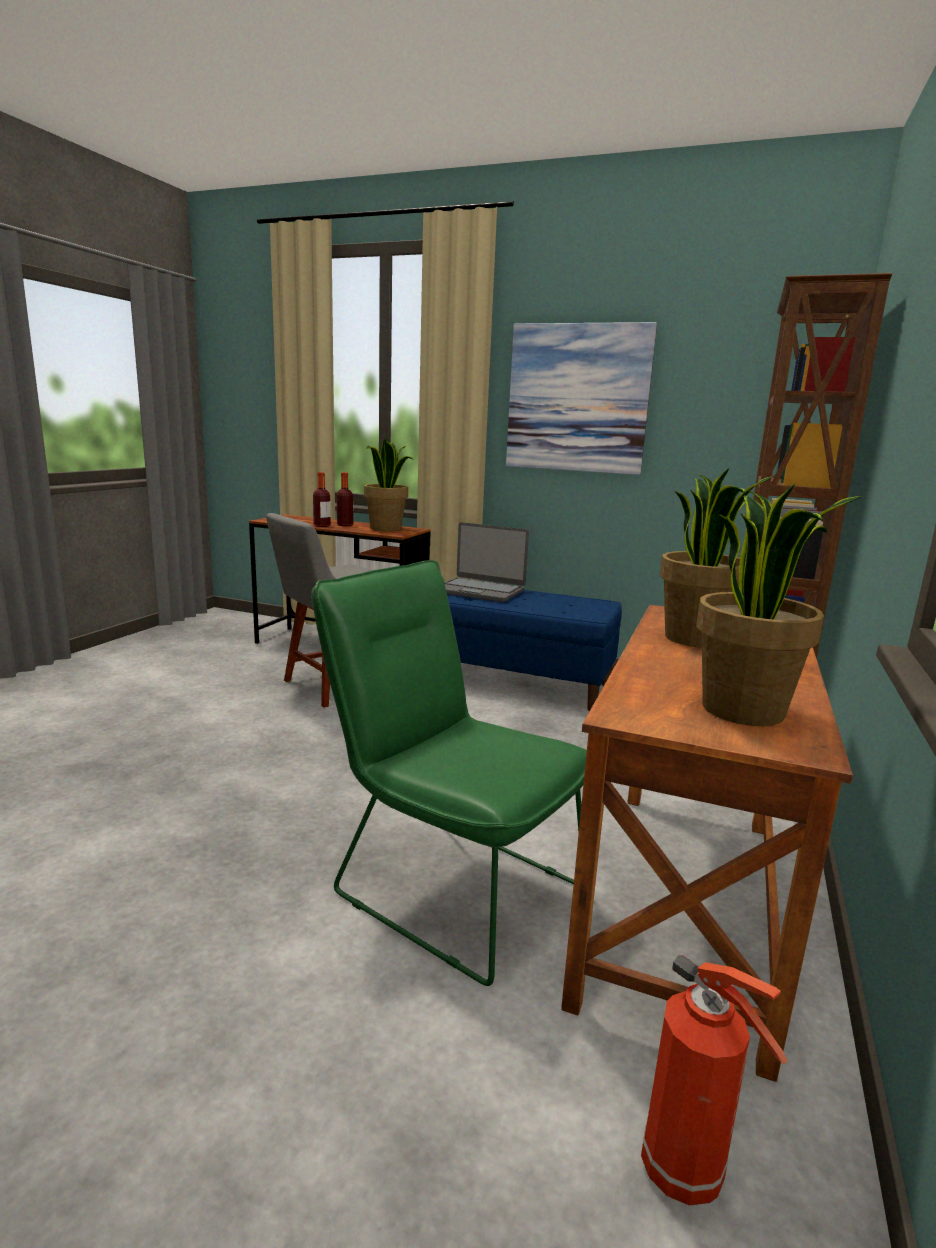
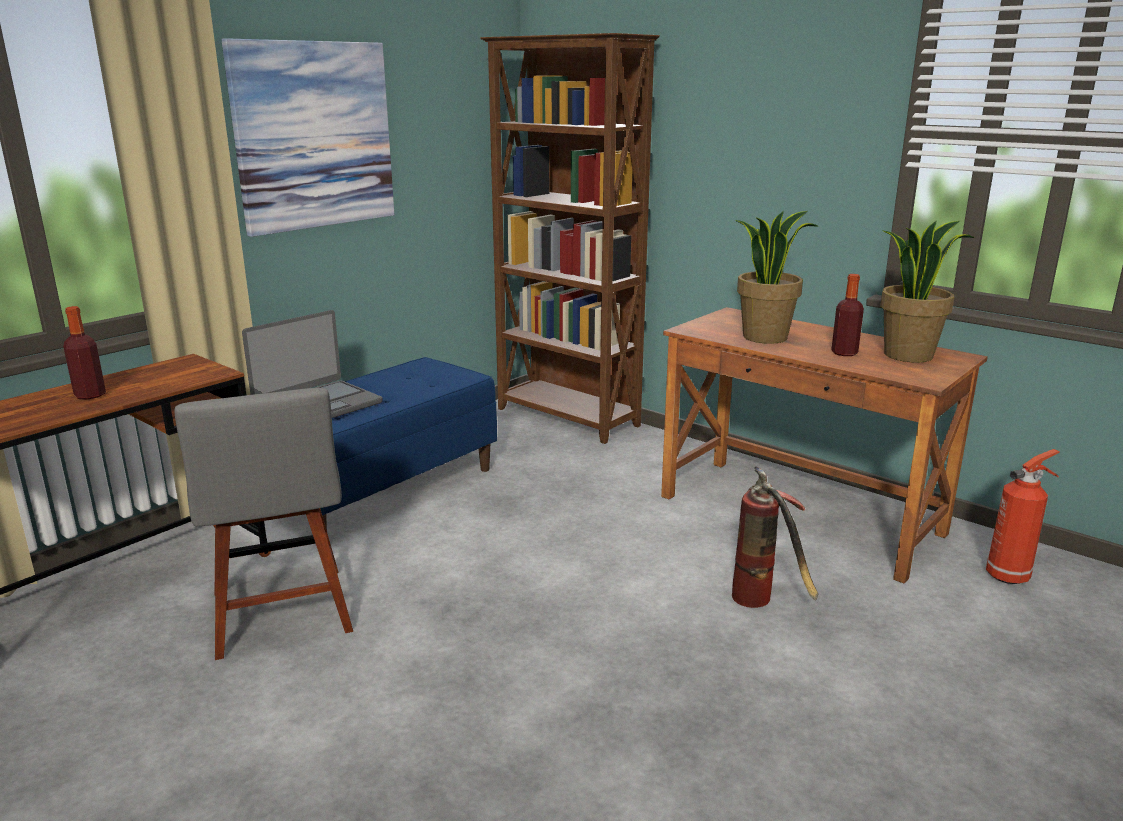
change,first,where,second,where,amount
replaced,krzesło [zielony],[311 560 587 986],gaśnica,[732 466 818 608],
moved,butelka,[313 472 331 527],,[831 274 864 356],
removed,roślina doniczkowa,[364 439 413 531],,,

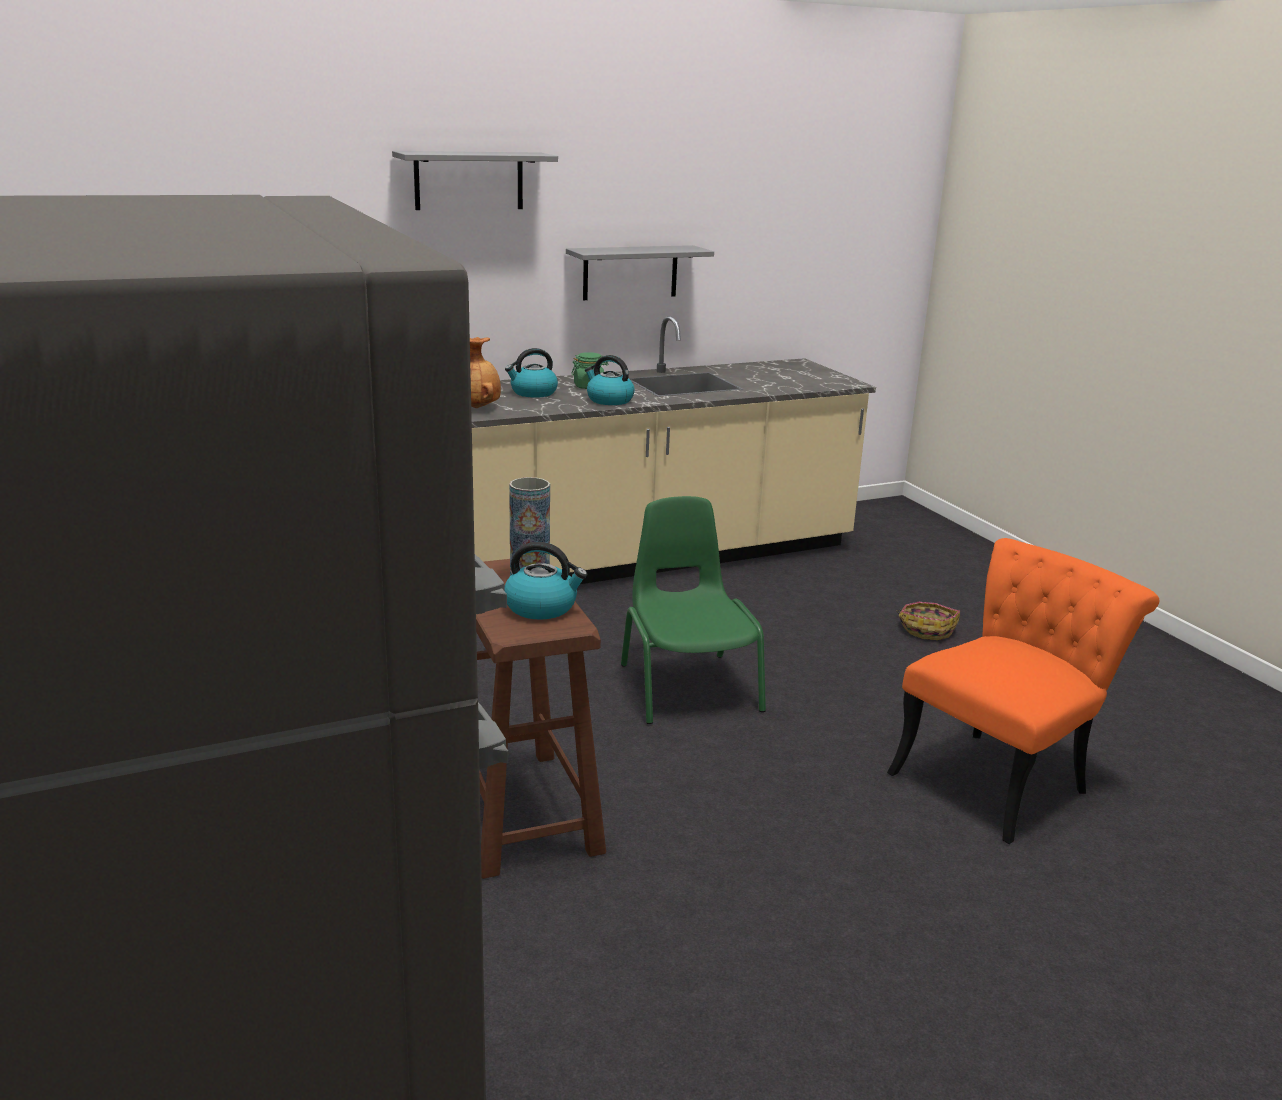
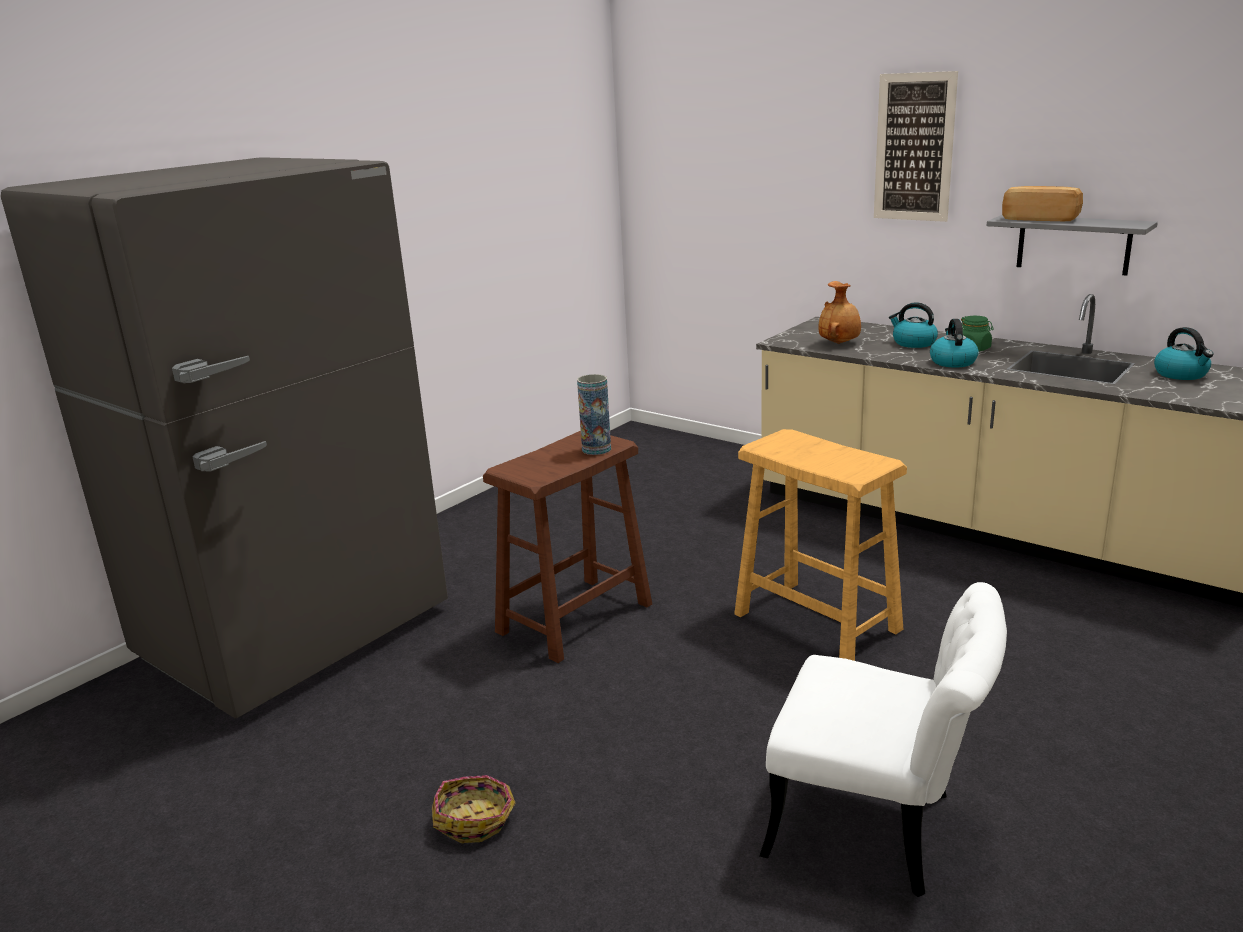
change,first,where,second,where,amount
moved,koszyk,[896 602 960 640],,[432 775 515 843],
replaced,krzesło [zielony],[621 496 766 724],stołek [beżowy],[734 429 907 661],
recoloured,krzesło [pomarańczowy],[887 538 1160 844],krzesło [biały],[760 582 1007 897],
replaced,półka [szary],[392 151 558 210],obraz,[874 71 958 222],
added,,,chleb,[1002 186 1083 221],
moved,czajnik,[505 542 587 620],,[1154 327 1214 380],

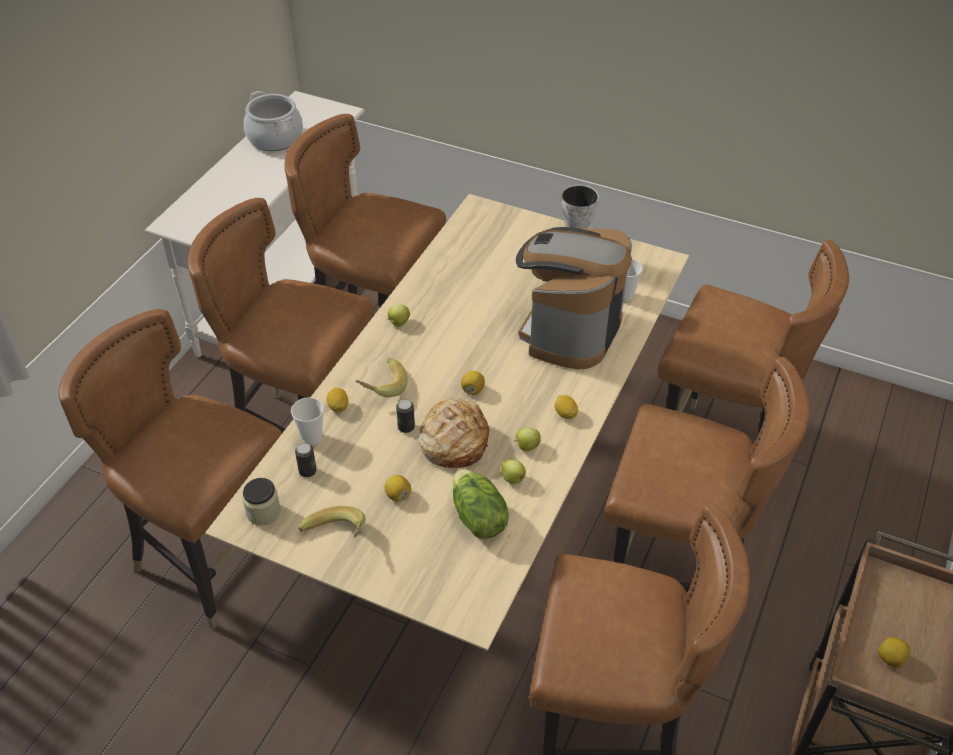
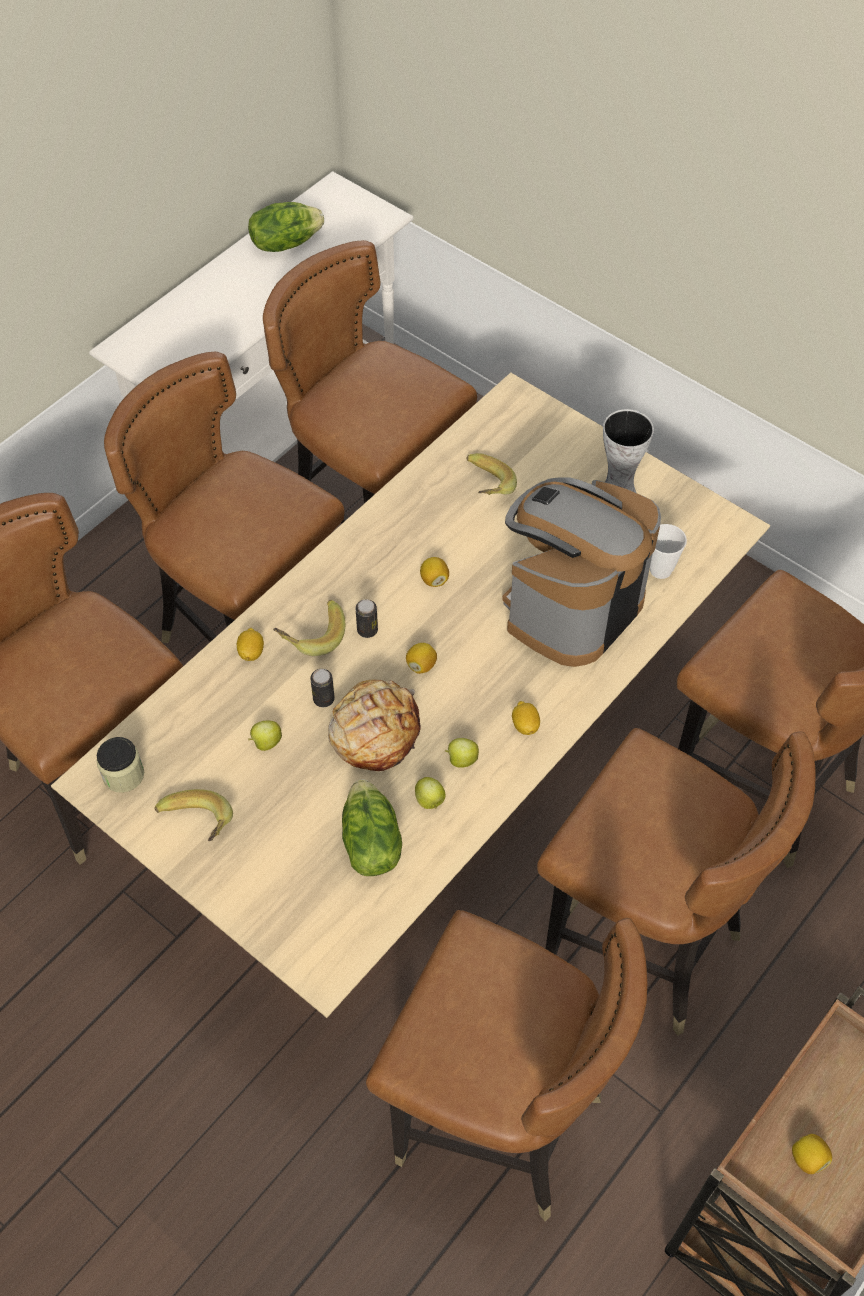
change,first,where,second,where,amount
replaced,garnek,[244 91 303 151],sałata,[248 202 324 252],
moved,jabłko,[388 305 410 326],,[248 721 282 751],
moved,puszka,[295 443 317 477],,[355 599 378 638],
moved,cytryna,[385 475 411 501],,[420 557 449 587],
added,,,banan,[466 453 517 495],
removed,filiżanka,[291 397 324 445],,,

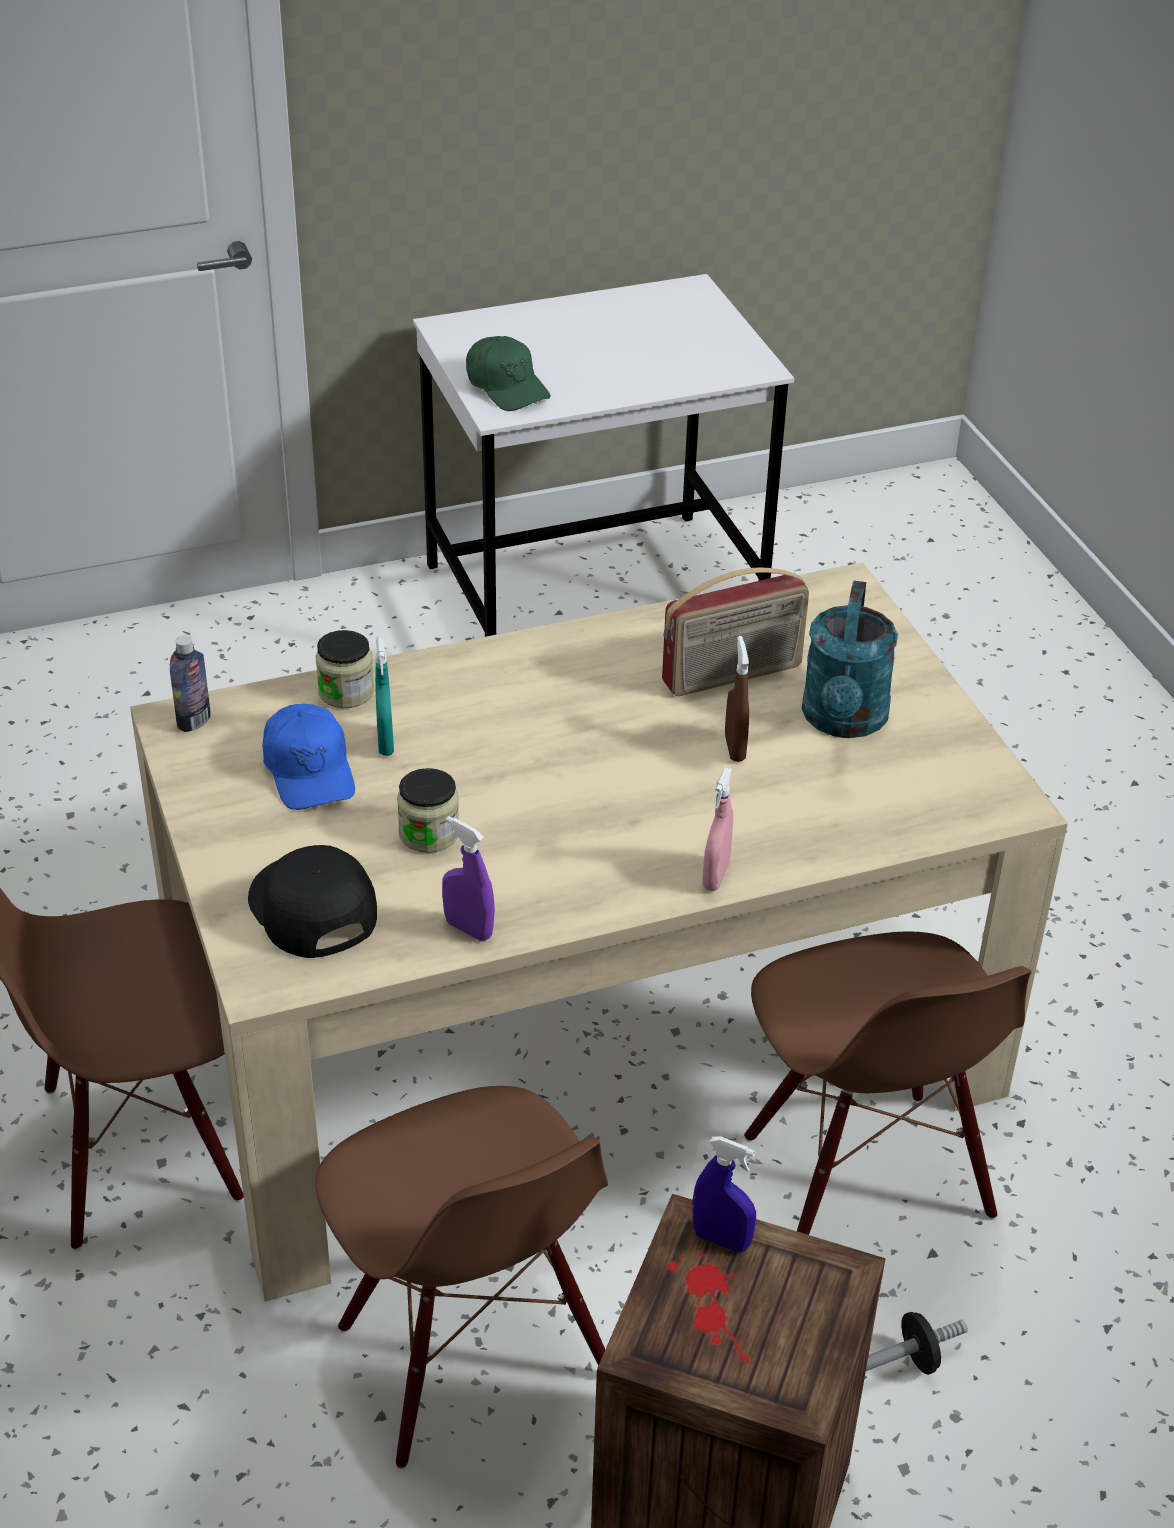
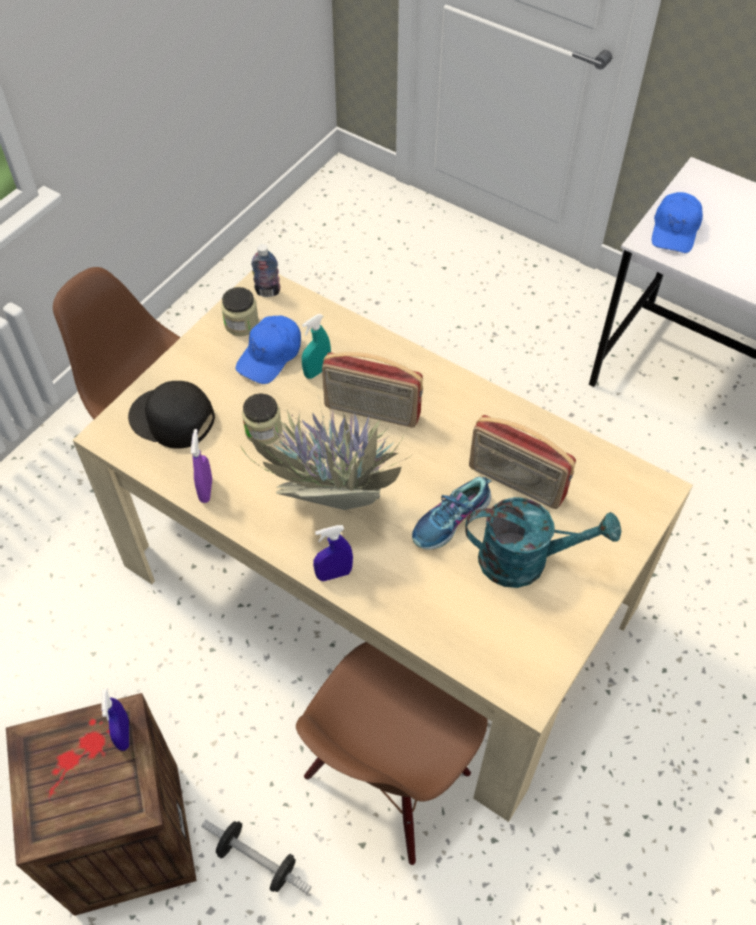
change,first,where,second,where,amount
turned,czapka z daszkiem [czarny],[248 845 377 958],,[128 381 215 449],90 degrees counterclockwise
moved,słoik,[316 630 374 708],,[221 287 259 336],
added,,,roślina doniczkowa,[241 395 412 510],
recoloured,spryskiwacz [różowy],[703 767 733 891],spryskiwacz [niebieski],[313 525 353 581],
added,,,radio,[322 352 423 428],
replaced,spryskiwacz [brązowy],[725 636 749 762],but,[412 477 491 550],
turned,konewka [turkusowy],[802 581 898 738],,[465 497 621 588],150 degrees counterclockwise
recoloured,czapka z daszkiem [zielony],[466 336 551 411],czapka z daszkiem [niebieski],[652 192 703 253],
removed,krzesło [brązowy],[315 1086 608 1469],,,

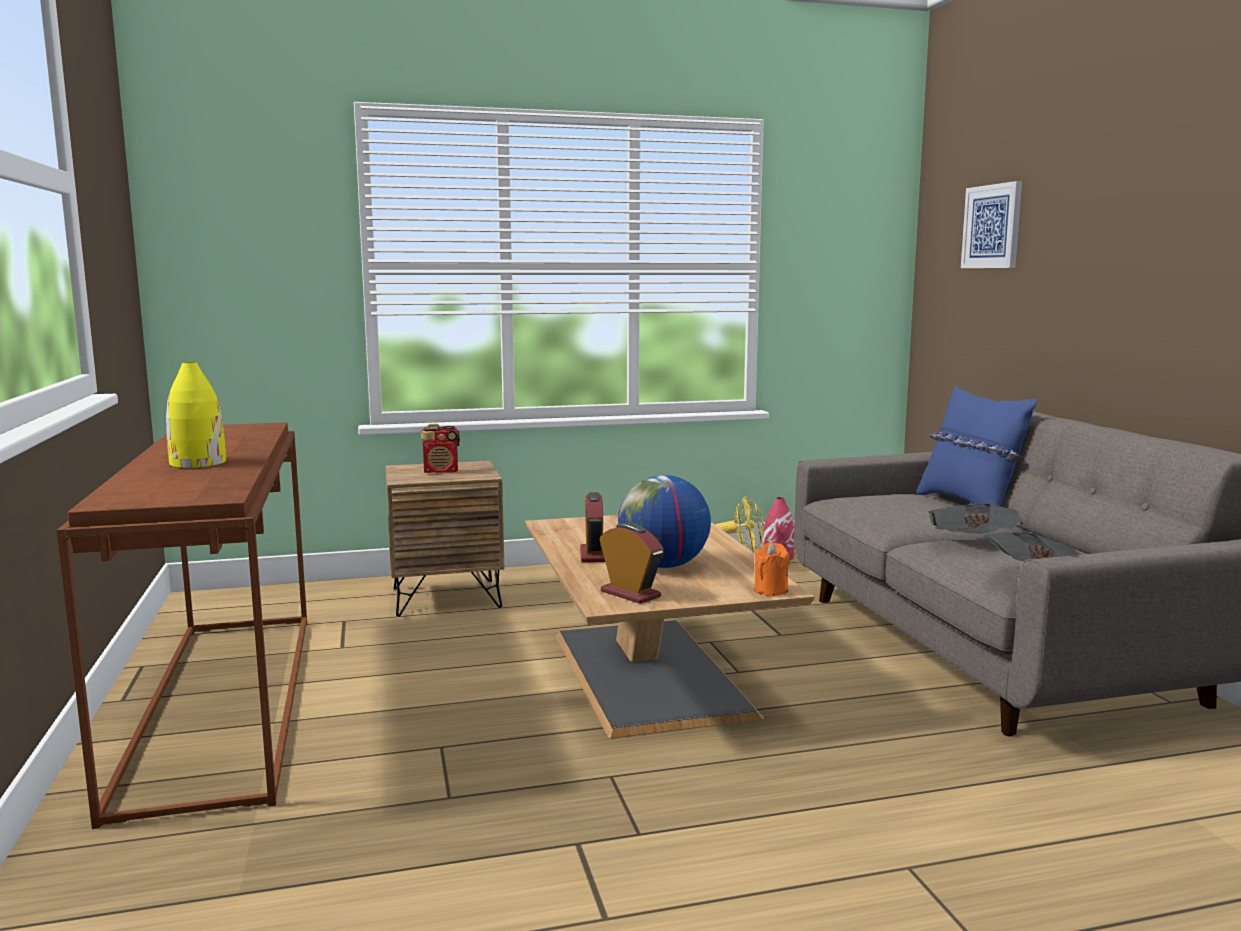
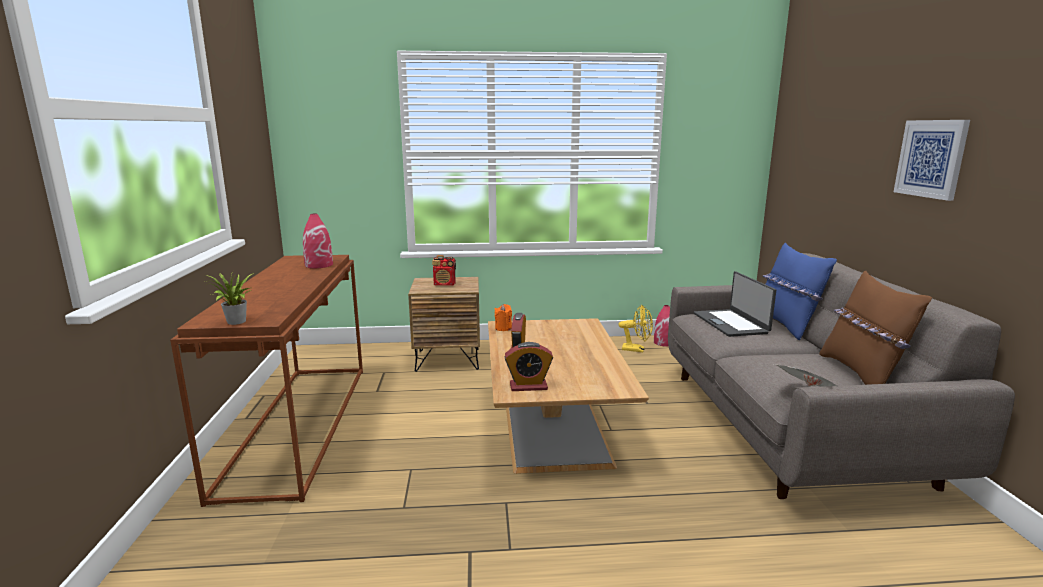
change,first,where,second,where,amount
added,,,roślina doniczkowa,[204 271 254 325],
added,,,wazon [czerwony],[303 213 333 268],
moved,świeca [pomarańczowy],[754 542 790 596],,[495 304 512 331],
turned,budzik,[599 523 663 604],,[504 342 553 391],120 degrees clockwise
added,,,laptop,[694 271 776 337],
added,,,poduszka [brązowy],[819 270 932 385],
moved,obraz,[961 181 1022 268],,[894 120 970 201],
removed,wazon [żółty],[166 362 226 468],,,
removed,globus,[618 475 711 568],,,
removed,gazeta,[928 503 1024 534],,,

